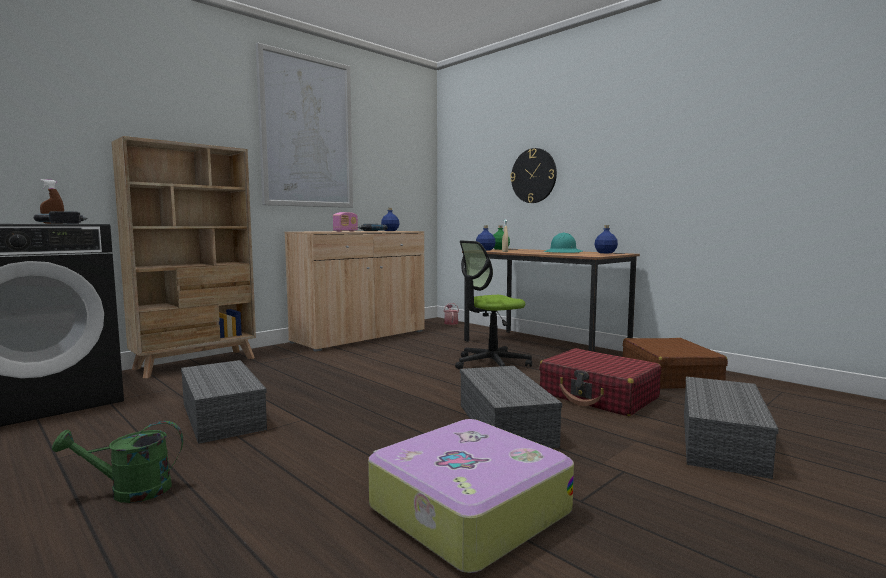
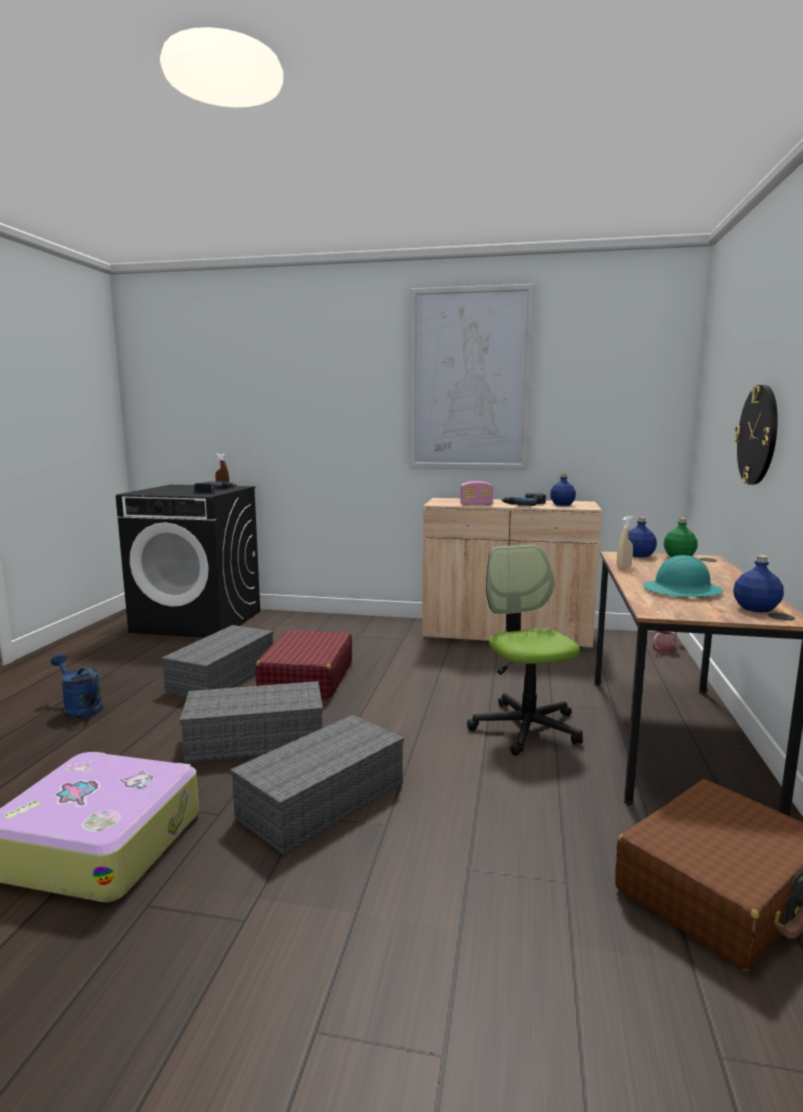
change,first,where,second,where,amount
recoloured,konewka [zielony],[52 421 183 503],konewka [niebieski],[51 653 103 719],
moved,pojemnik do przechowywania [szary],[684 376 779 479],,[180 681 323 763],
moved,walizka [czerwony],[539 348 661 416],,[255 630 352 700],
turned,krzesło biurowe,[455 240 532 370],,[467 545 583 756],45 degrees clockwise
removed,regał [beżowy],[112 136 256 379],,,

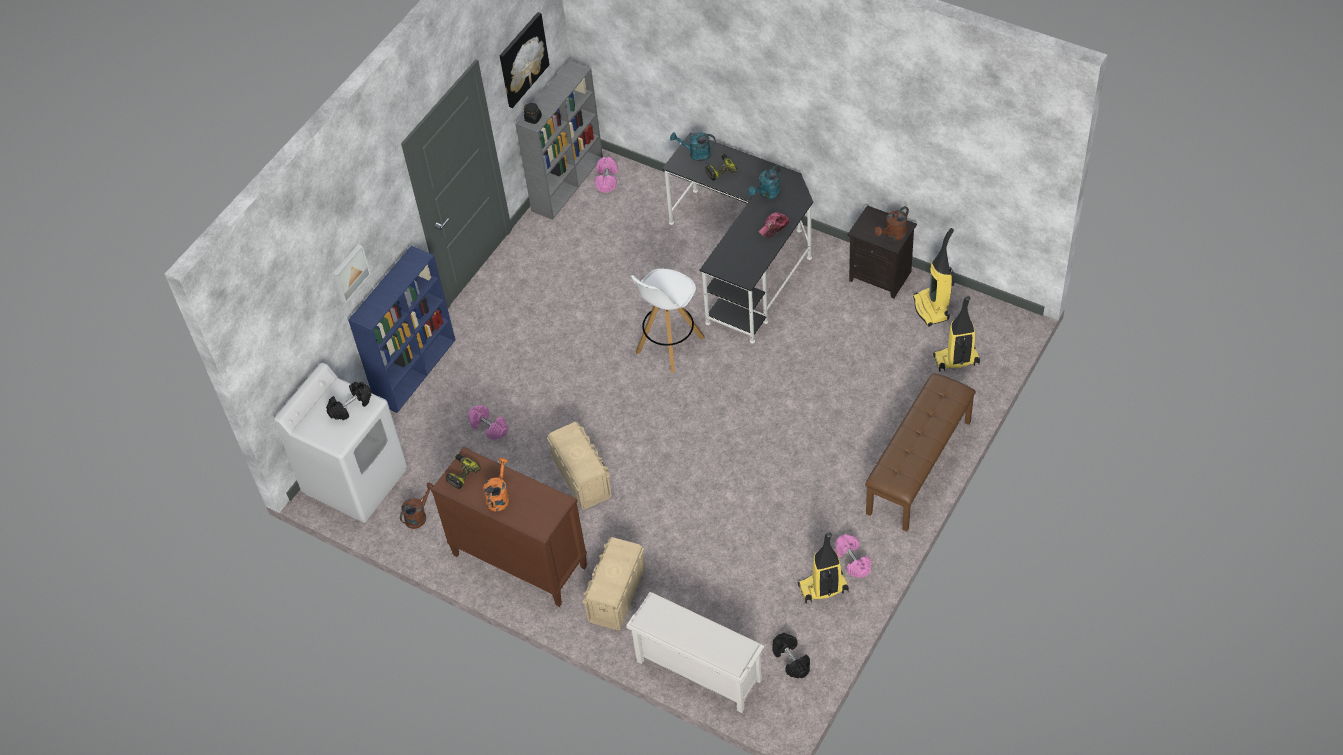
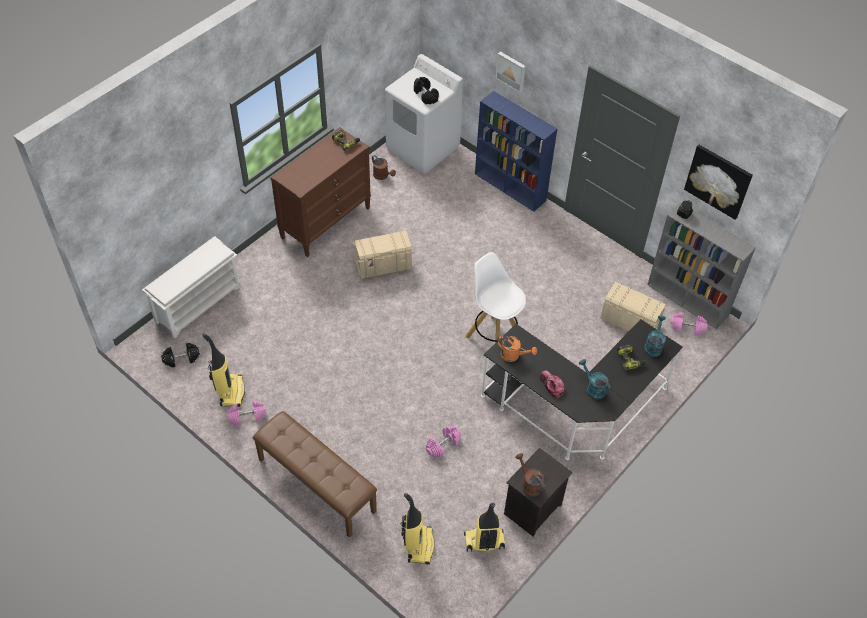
change,first,where,second,where,amount
moved,hantel [różowy],[468 405 508 440],,[426 426 461 457],
moved,konewka [pomarańczowy],[483 458 509 511],,[497 336 537 362],
moved,pojemnik do przechowywania [beżowy],[582 537 645 630],,[600 282 667 331],

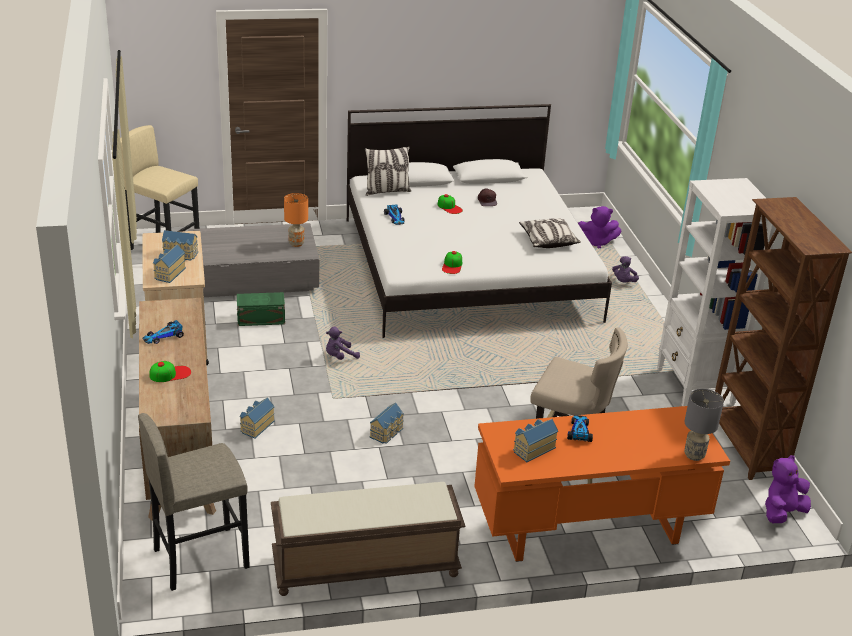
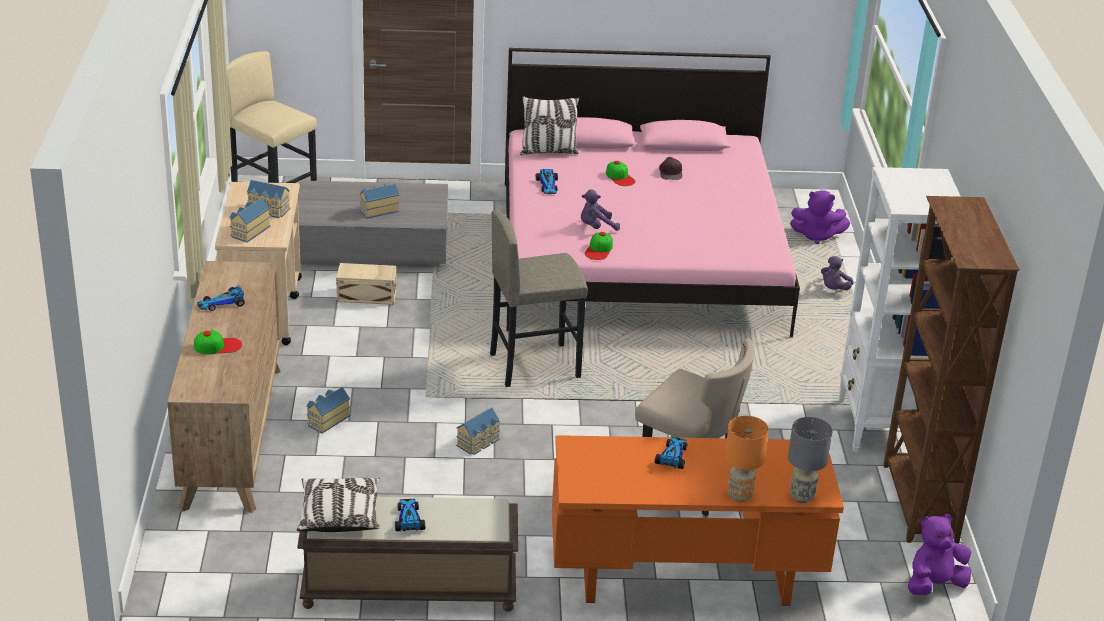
change,first,where,second,where,amount
moved,poduszka,[519 218 581 248],,[297 478 380 532],
recoloured,pojemnik do przechowywania [zielony],[237 292 285 326],pojemnik do przechowywania [beżowy],[336 263 397 305],
moved,domek,[513 419 558 462],,[360 184 399 219],
added,,,samochodzik,[395 499 425 531],
moved,stołek [szary],[138 413 250 591],,[490 210 588 387],
recoloured,łóżko [biały],[347 104 612 338],łóżko [różowy],[505 48 800 337],
moved,pluszak [fioletowy],[326 327 360 360],,[581 189 620 231],
moved,lampa stołowa [pomarańczowy],[284 193 308 247],,[725 416 769 502],

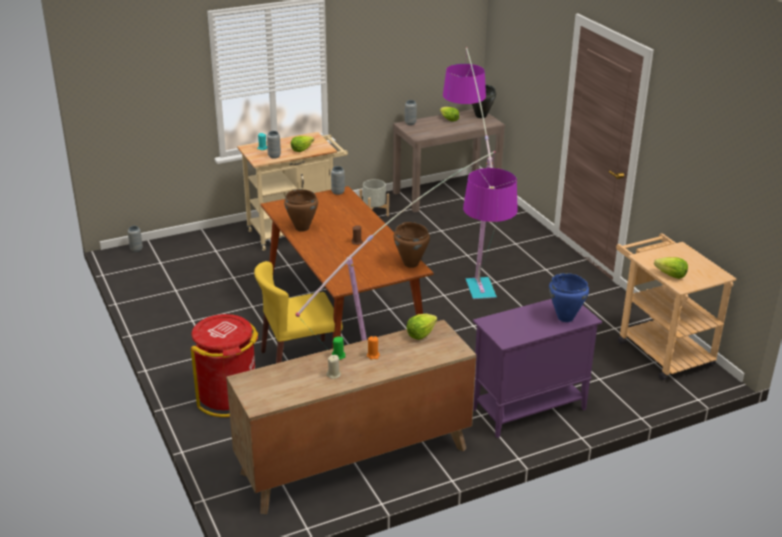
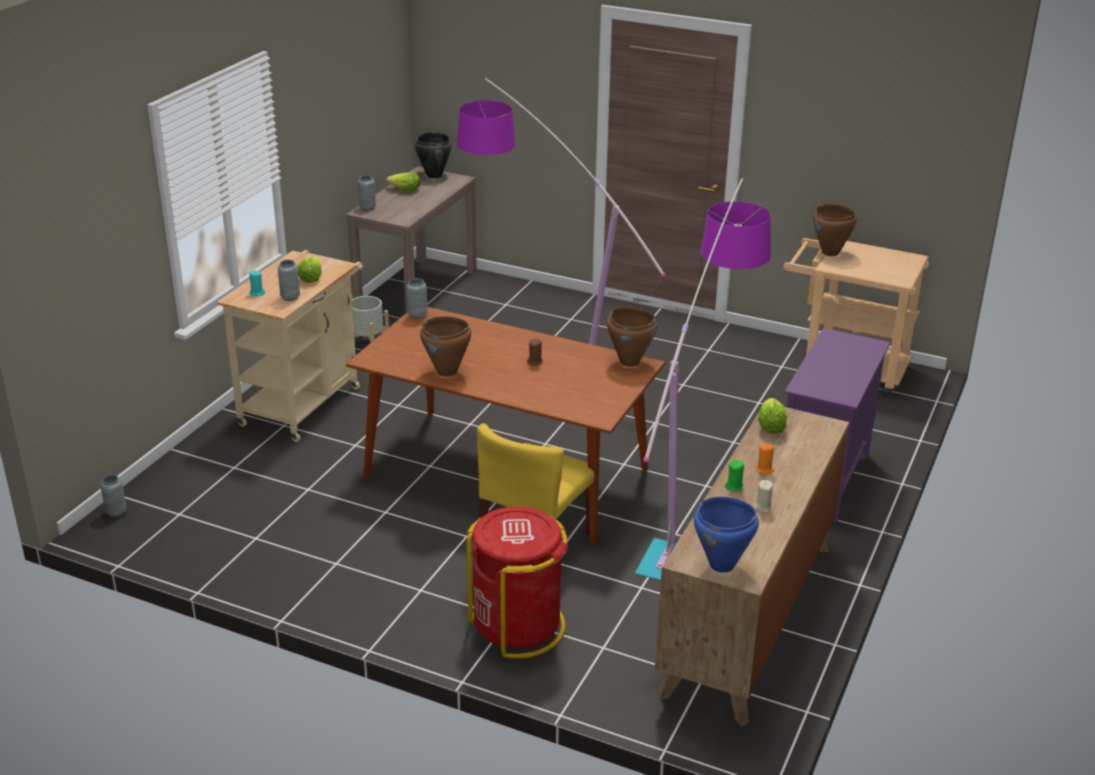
change,first,where,second,where,amount
moved,garnek [niebieski],[549 273 589 322],,[694 496 759 573],
added,,,garnek [brązowy],[813 204 857 256],
removed,sałata,[654 257 688 279],,,

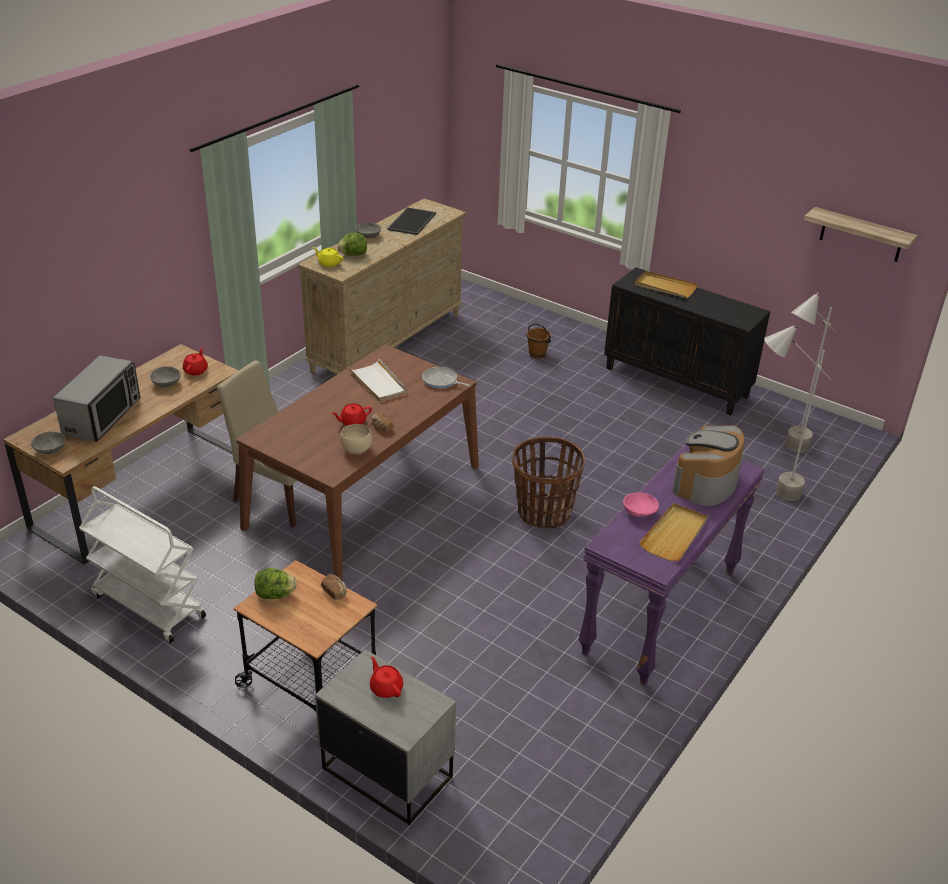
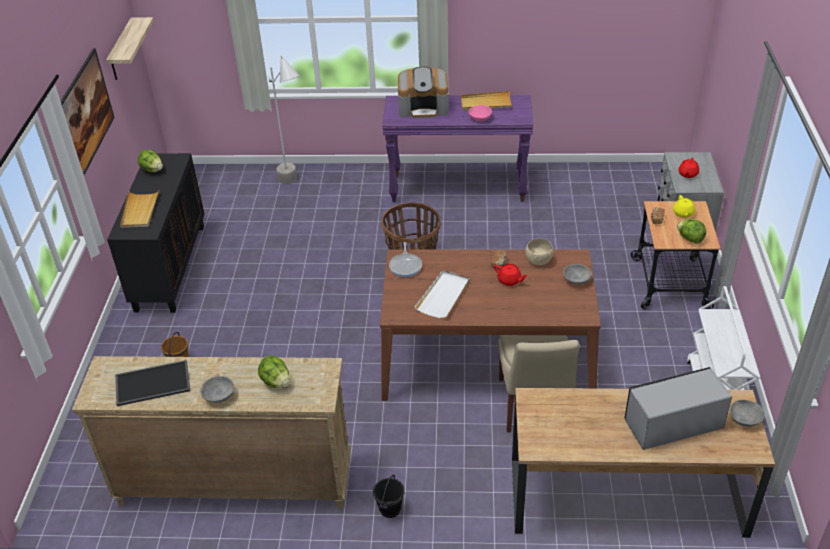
change,first,where,second,where,amount
added,,,obraz,[61 48 115 175],
added,,,sałata,[138 150 163 172],
added,,,wiadro [czarny],[373 475 404 518],
moved,miska [szary],[150 366 181 387],,[563 264 592 285],
moved,imbryk [żółty],[313 247 343 267],,[673 195 695 218],
removed,imbryk [czerwony],[183 347 208 375],,,
removed,lampa stojąca [szary],[785 291 836 453],,,

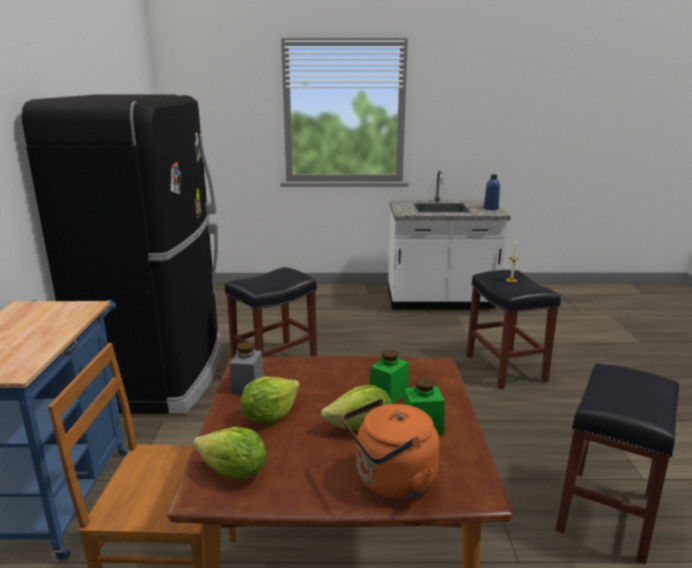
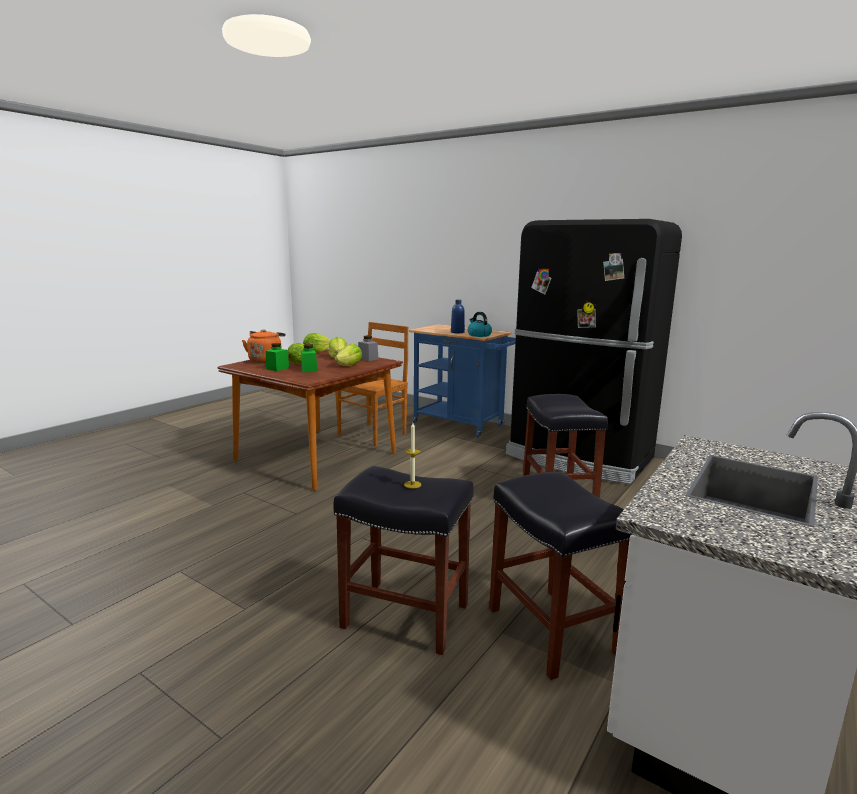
change,first,where,second,where,amount
added,,,sałata,[334 344 362 366],
moved,butelka [niebieski],[484 174 500 210],,[451 300 465 333],
added,,,czajnik,[467 312 492 337],
moved,stołek [czarny],[556 363 679 564],,[489 472 631 680],

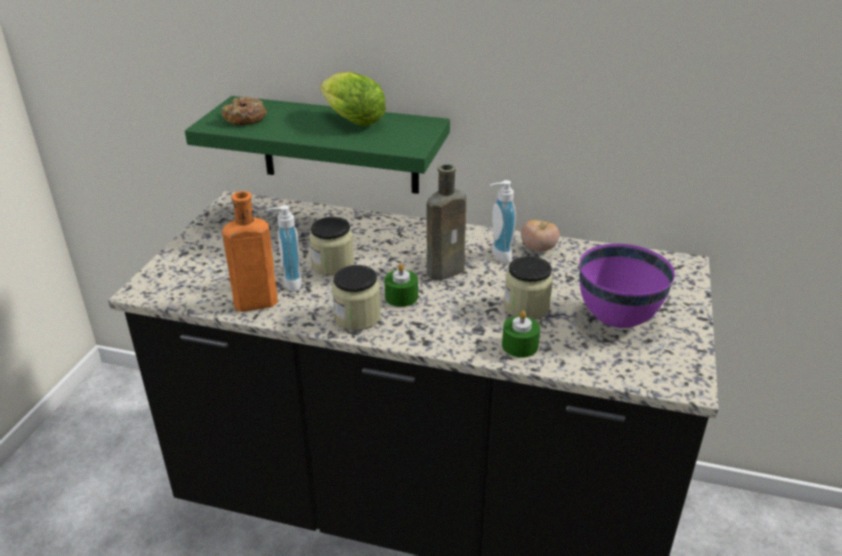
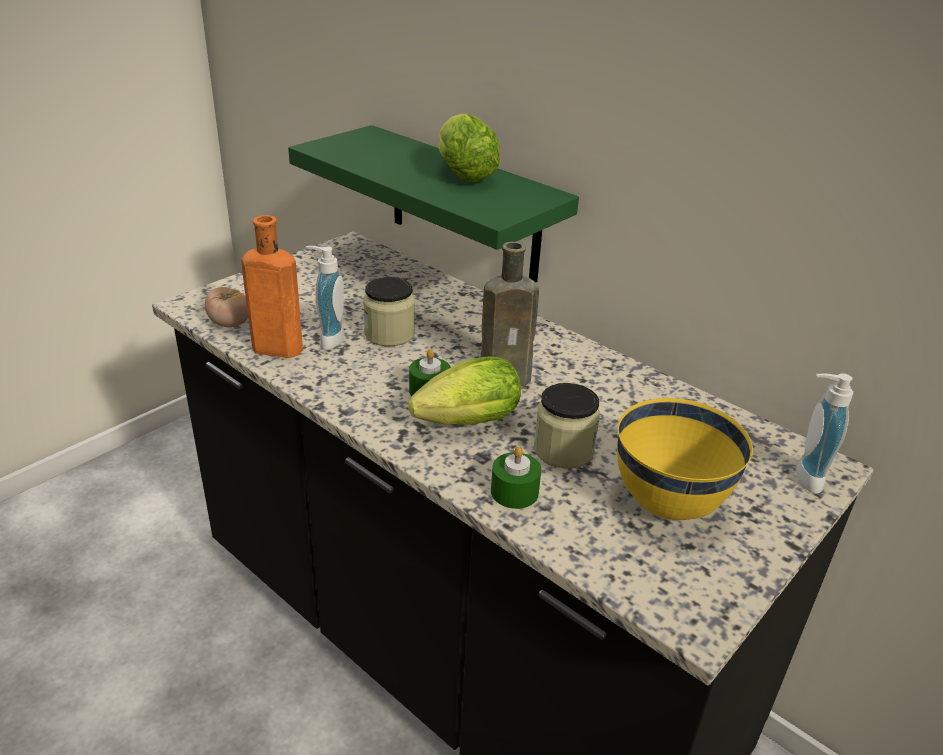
change,first,where,second,where,amount
moved,pomidor,[521 220 560 251],,[205 287 248 327],
added,,,sałata,[408 356 521 425],
recoloured,miska [fioletowy],[579 244 675 328],miska [żółty],[617 398 753 520],
moved,dozownik mydła,[490 180 516 263],,[797 373 853 494],
removed,donut,[222 97 267 125],,,
removed,słoik,[332 265 381 330],,,

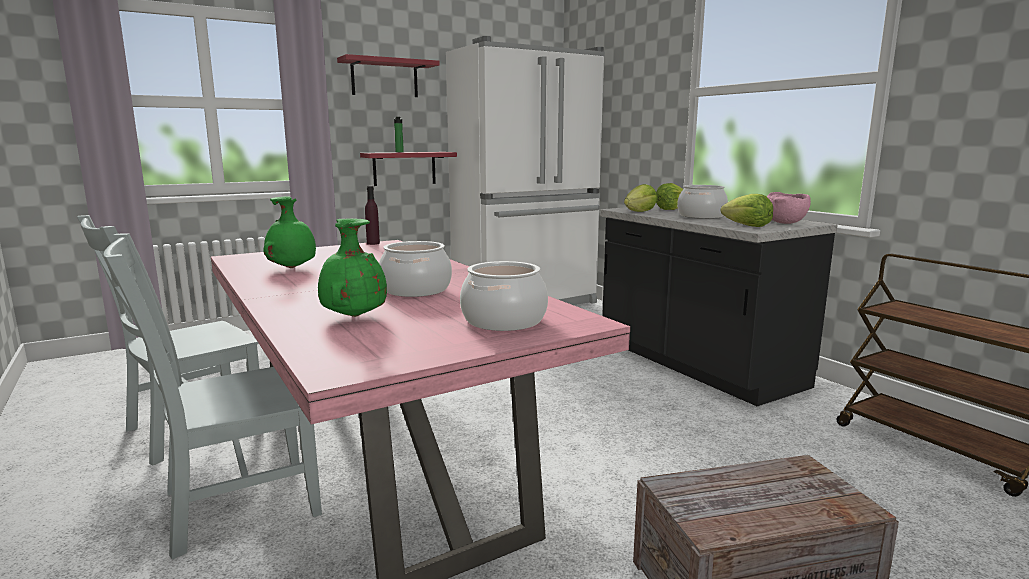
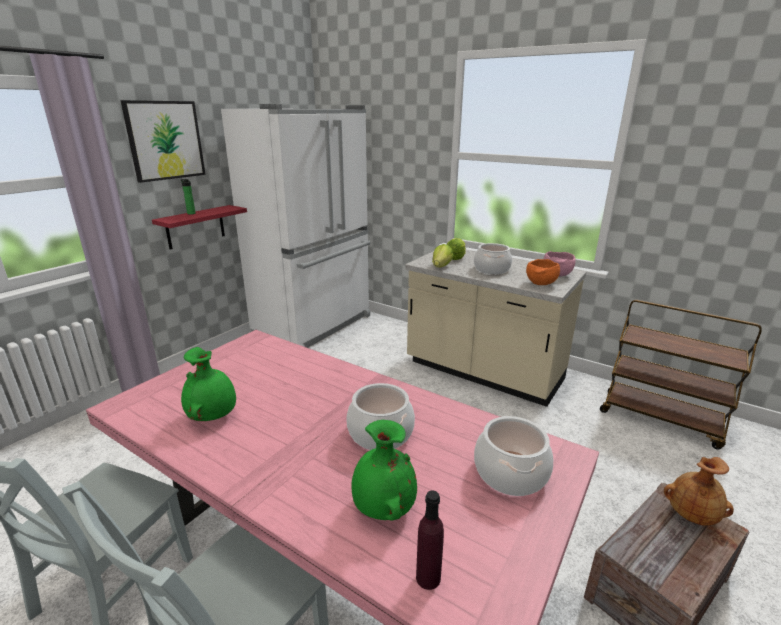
change,first,where,second,where,amount
replaced,półka [czerwony],[337 54 440 97],obraz,[121 100 206 183],
recoloured,zabudowa kuchenna [czarny],[600 205 838 406],zabudowa kuchenna [beżowy],[405 250 586 407],
moved,butelka [fioletowy],[365 186 380 245],,[416 490 444 590],
replaced,sałata,[721 194 773 227],miska [pomarańczowy],[526 259 560 285],
added,,,wazon [brązowy],[664 457 734 526],

